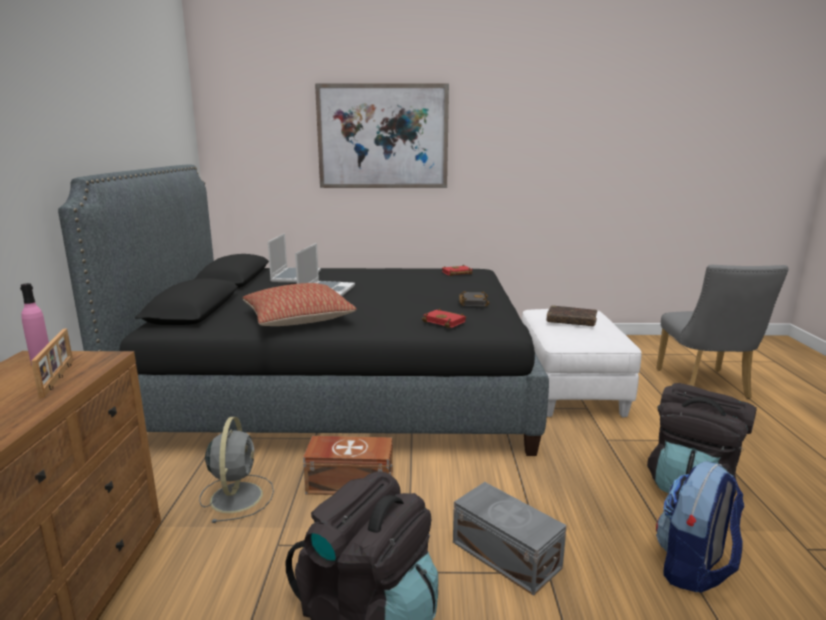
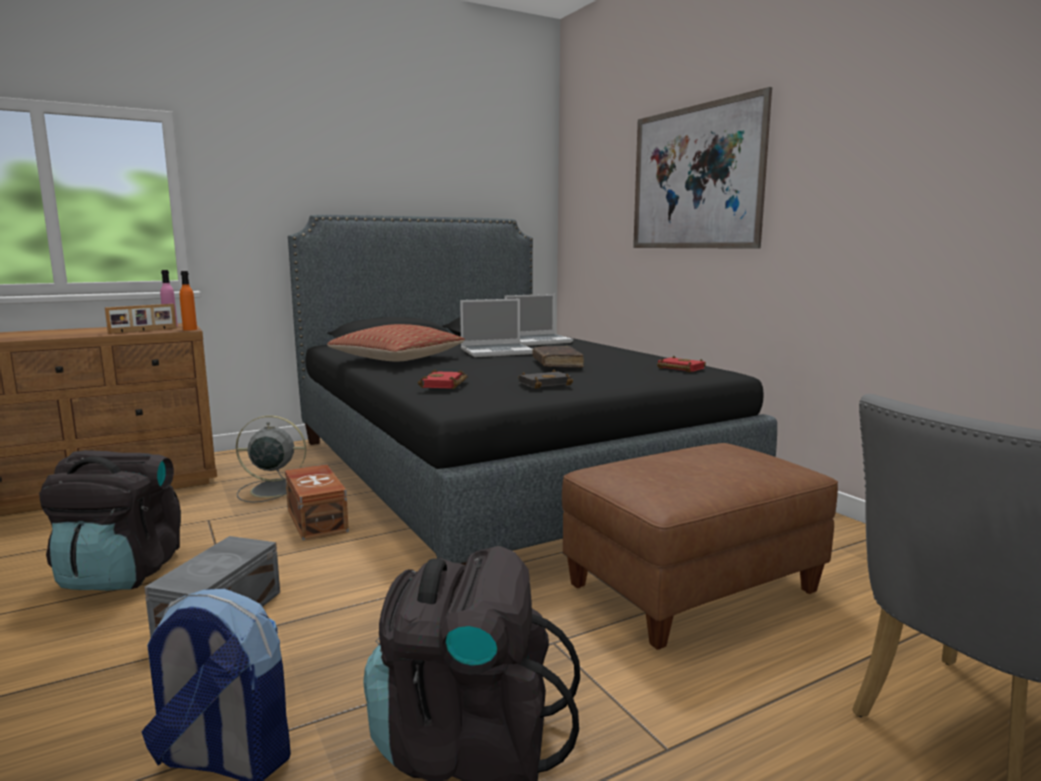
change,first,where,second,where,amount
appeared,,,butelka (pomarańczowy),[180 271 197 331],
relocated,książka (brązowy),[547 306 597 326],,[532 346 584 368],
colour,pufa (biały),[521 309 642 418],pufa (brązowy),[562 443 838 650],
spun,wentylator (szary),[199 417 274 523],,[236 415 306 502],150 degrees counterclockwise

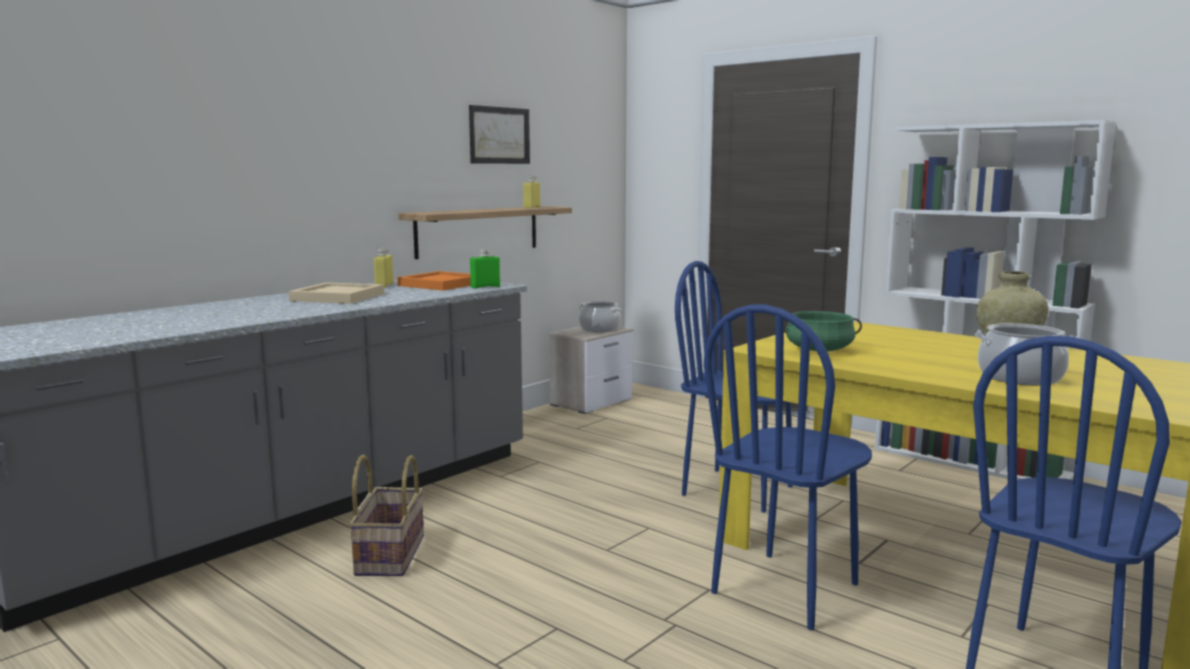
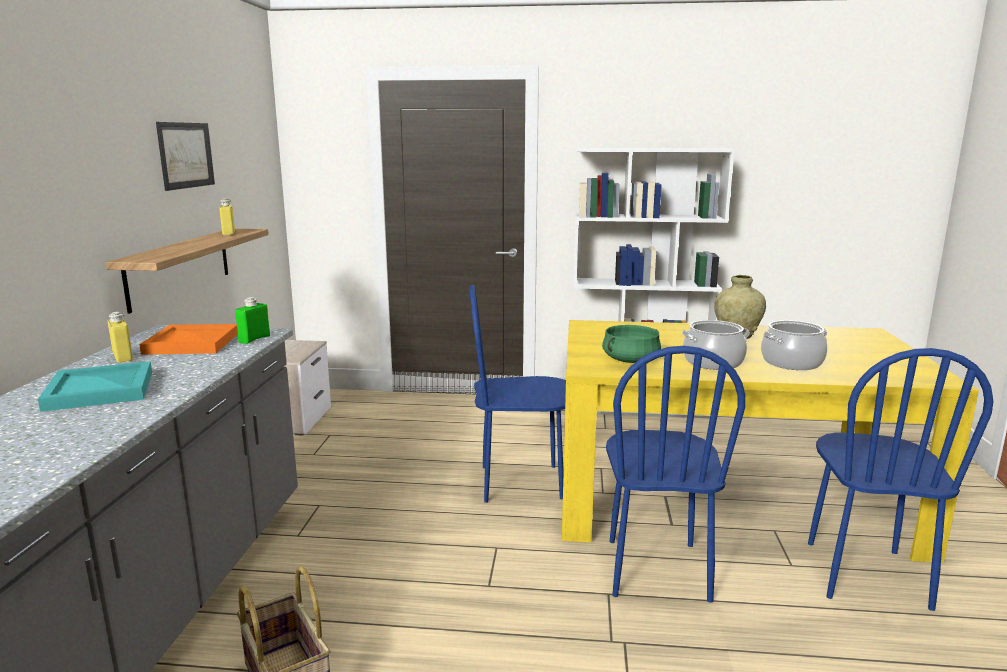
change,first,where,second,where,amount
relocated,garnek,[579 301 621 332],,[682 320 750 370],
colour,taca (beżowy),[288 282 384 304],taca (turkusowy),[38 361 152 412],

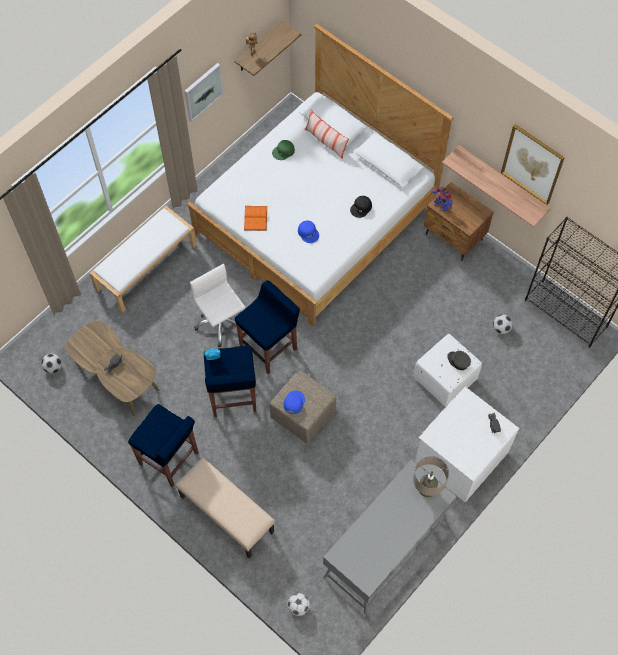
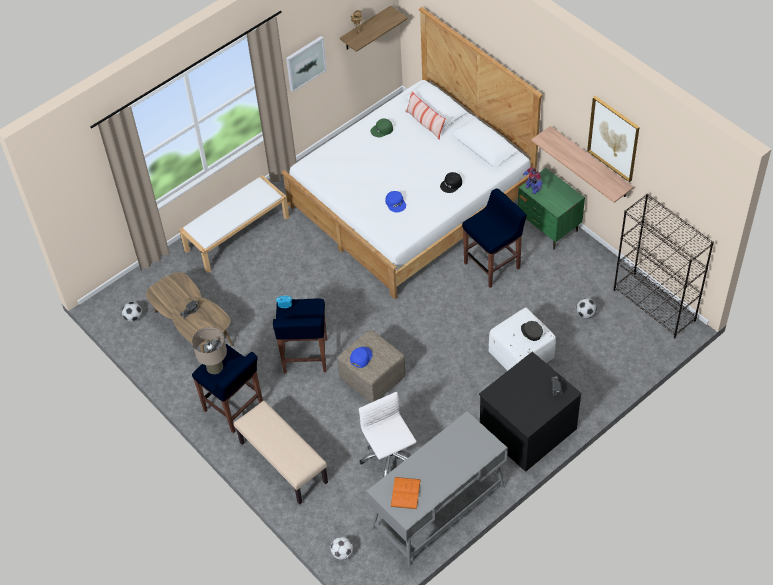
change,first,where,second,where,amount
relocated,krzesło biurowe (biały),[190 264 245 347],,[359 392 416 477],
relocated,stołek (niebieski),[235 280 300 374],,[462 188 527 288],
relocated,książka (pomarańczowy),[244 206 267 231],,[391 477 421 509],
relocated,lampa stołowa (beżowy),[413 456 449 497],,[192 327 227 374],
colour,komoda (biały),[415 387 519 502],komoda (czarny),[479 352 582 472],
colour,szafka nocna (brązowy),[424 182 493 261],szafka nocna (zielony),[518 168 585 249],

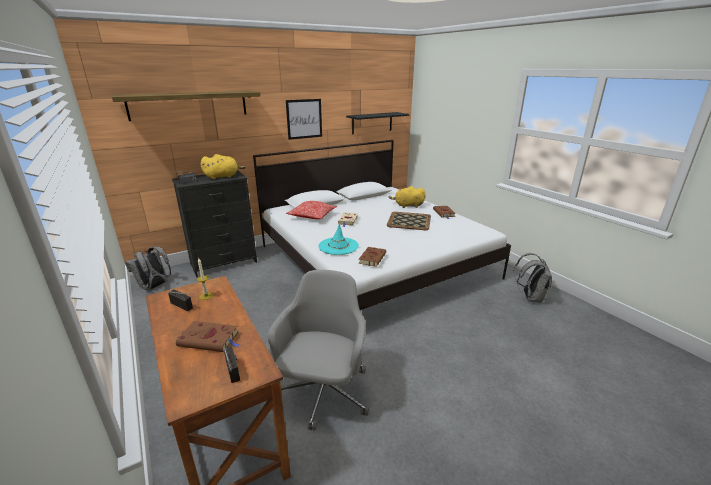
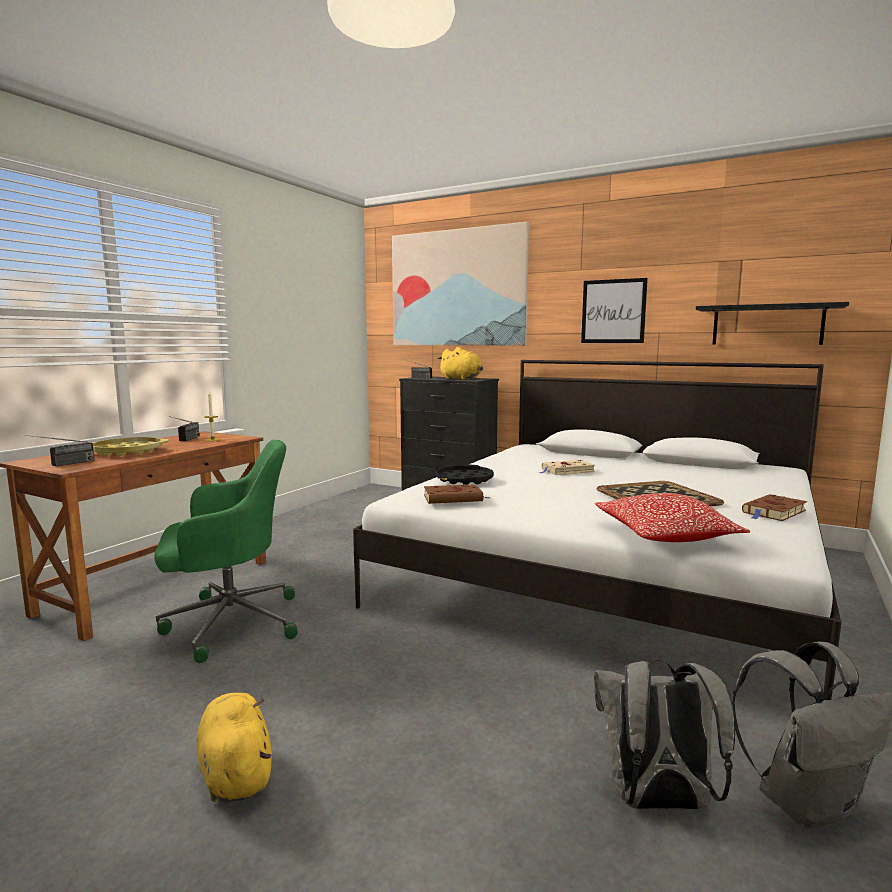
change,first,where,second,where,amount
relocated,plecak (szary),[125 247 171 291],,[594 660 735 810],
relocated,poduszka,[286 201 337 219],,[595 493 750 542],
relocated,pluszak (żółty),[389 186 426 208],,[197 693 272 803],
exchanged,półka,[111 91 261 121],obraz,[392 222 529 346],
exchanged,książka (brązowy),[176 321 240 352],taca (żółty),[92 437 169 456],
exchanged,kapelusz (turkusowy),[318 223 359 255],taca (czarny),[436 465 494 485],
colour,krzesło biurowe (szary),[268 270 369 431],krzesło biurowe (zielony),[154 440 298 663],

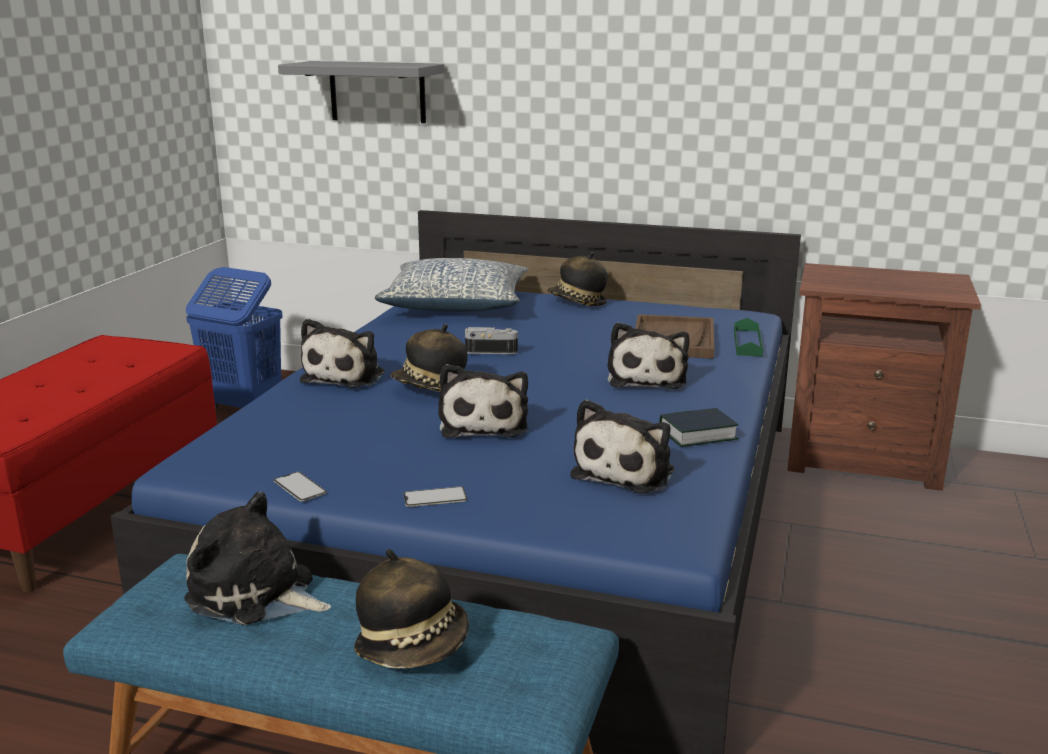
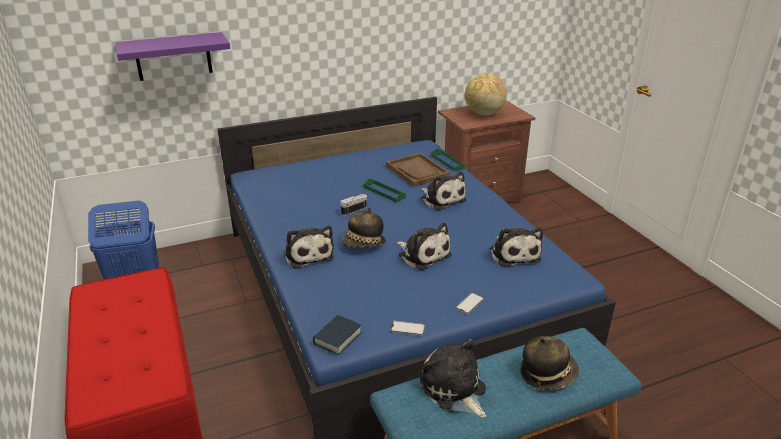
change,first,where,second,where,amount
missing,poduszka,[375 258 528 312],,,
missing,kapelusz,[547 252 608 306],,,
appeared,,,taca (zielony),[364 179 406 203],
appeared,,,globus,[465 73 507 116],
relocated,książka,[659 408 738 447],,[313 315 362 355],
colour,półka (szary),[278 61 445 123],półka (fioletowy),[115 32 230 81],
spun,pluszak,[184 492 331 625],,[420 338 486 418],75 degrees clockwise

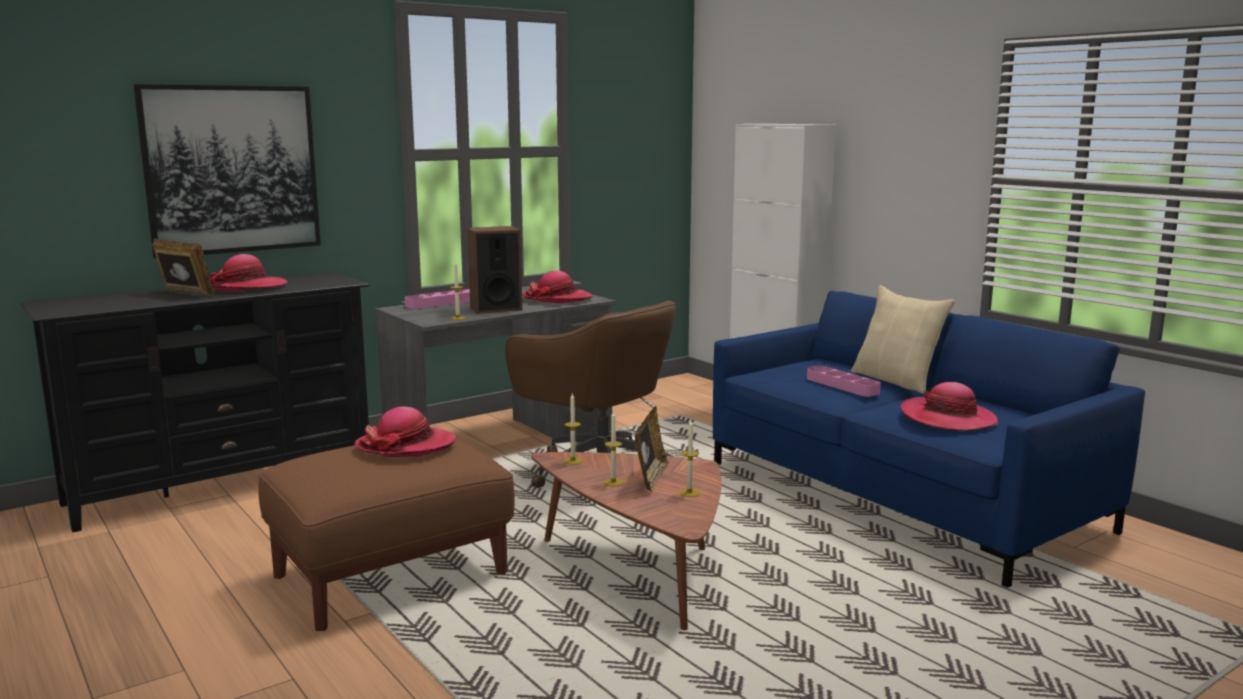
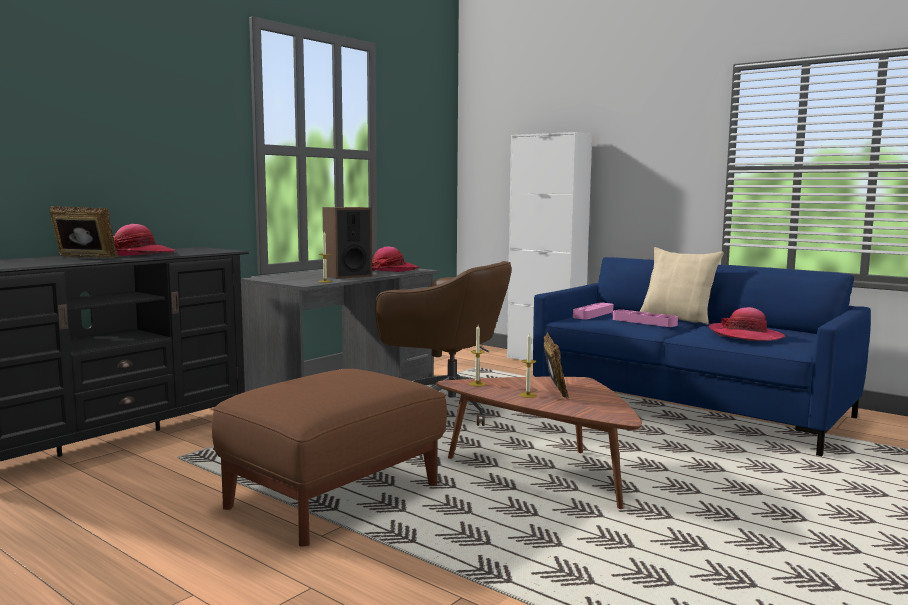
change,first,where,second,where,amount
missing,obraz,[134 84 321 259],,,
missing,kapelusz,[355 406 457 457],,,
missing,świeca,[679 420 700 497],,,
relocated,taca (różowy),[405 289 470 309],,[573 303 613 319],

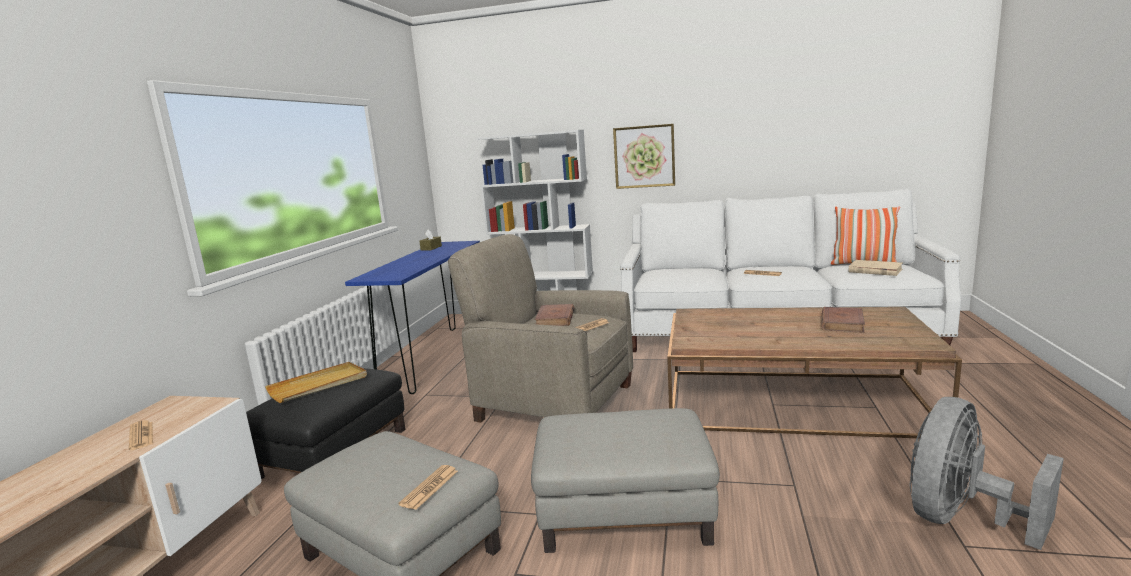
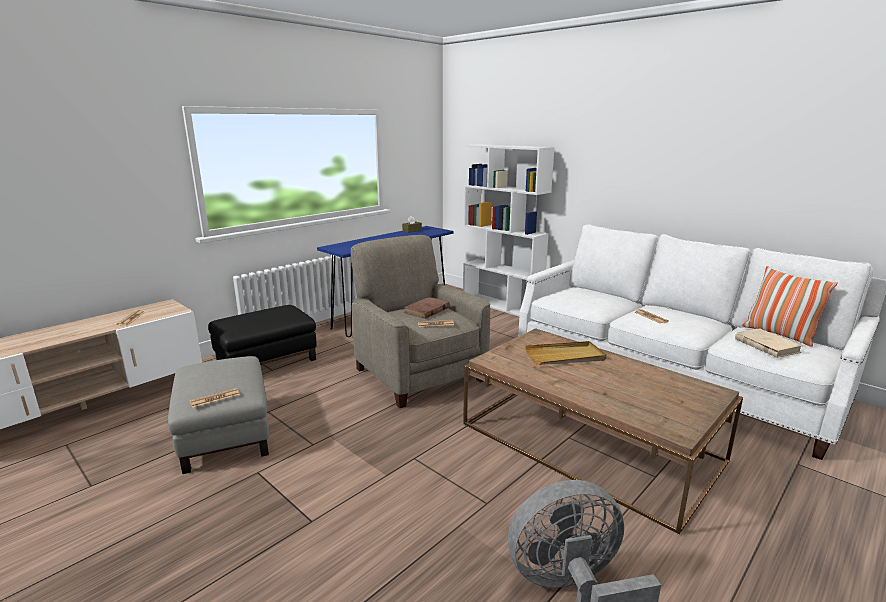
change,first,where,second,where,amount
missing,pufa (szary),[531 408 720 553],,,
missing,obraz,[613 124 675 189],,,
missing,książka (brązowy),[821 307 865 333],,,
relocated,taca (beżowy),[265 362 367 403],,[525 341 607 365],

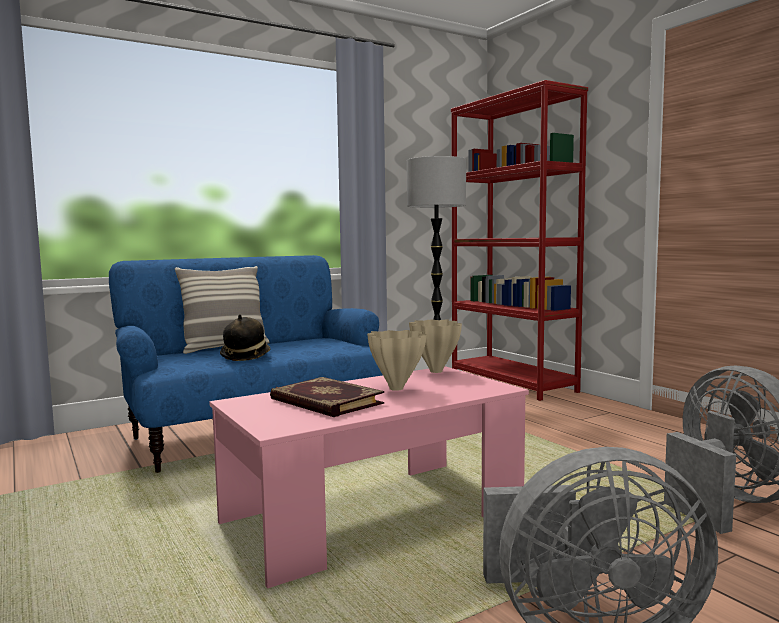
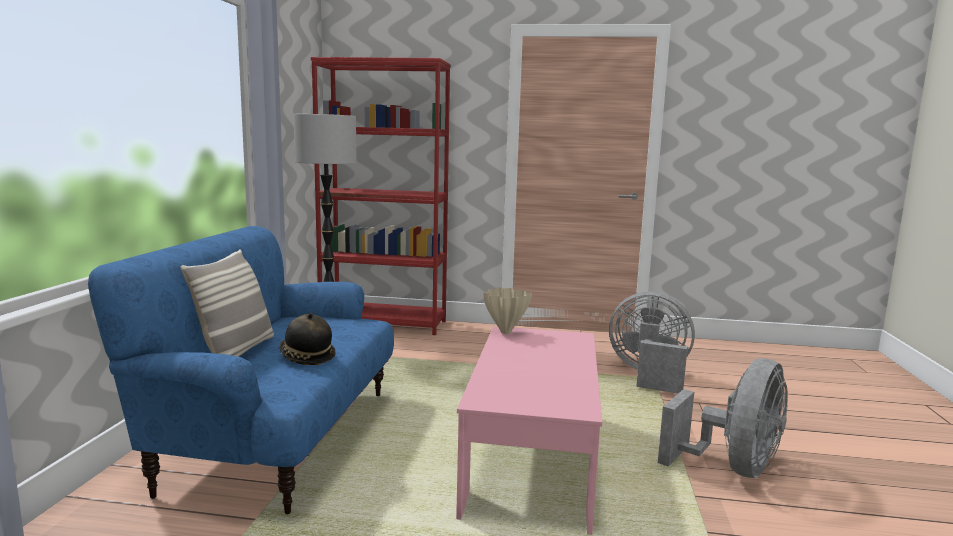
change,first,where,second,where,amount
missing,książka,[270 377 384 417],,,
missing,wazon (beżowy),[367 330 427 391],,,

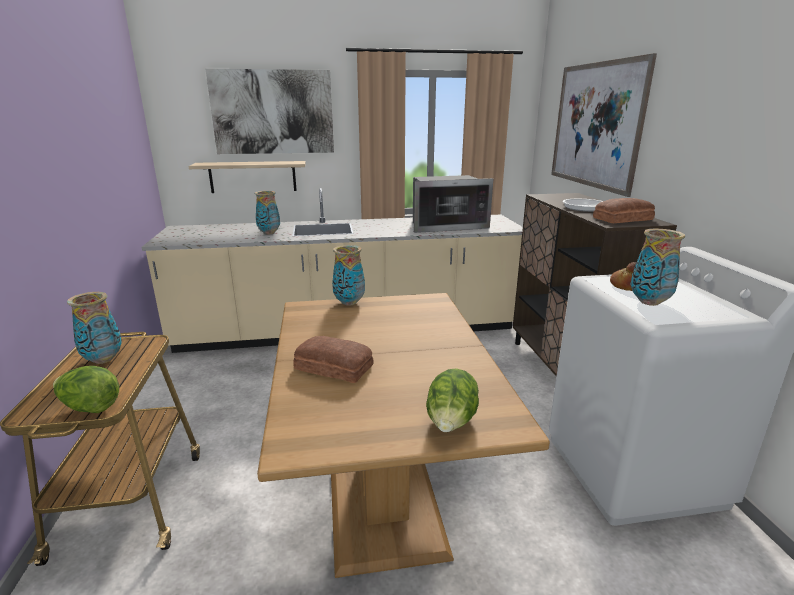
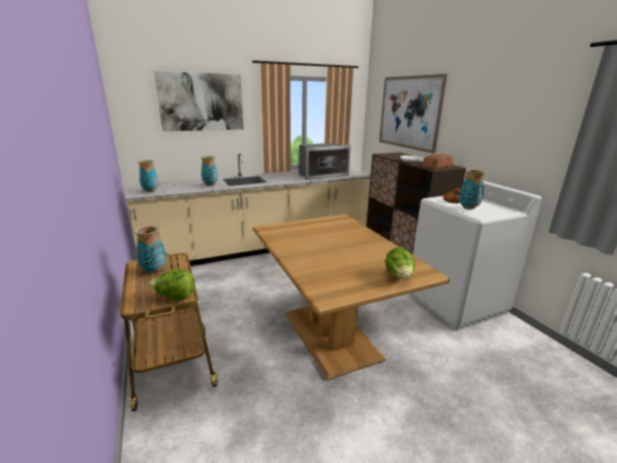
change,first,where,second,where,amount
missing,półka,[188 161 306 193],,,
missing,chleb,[293 336 373 383],,,
relocated,wazon,[332 245 365 306],,[138 160 159 192],

